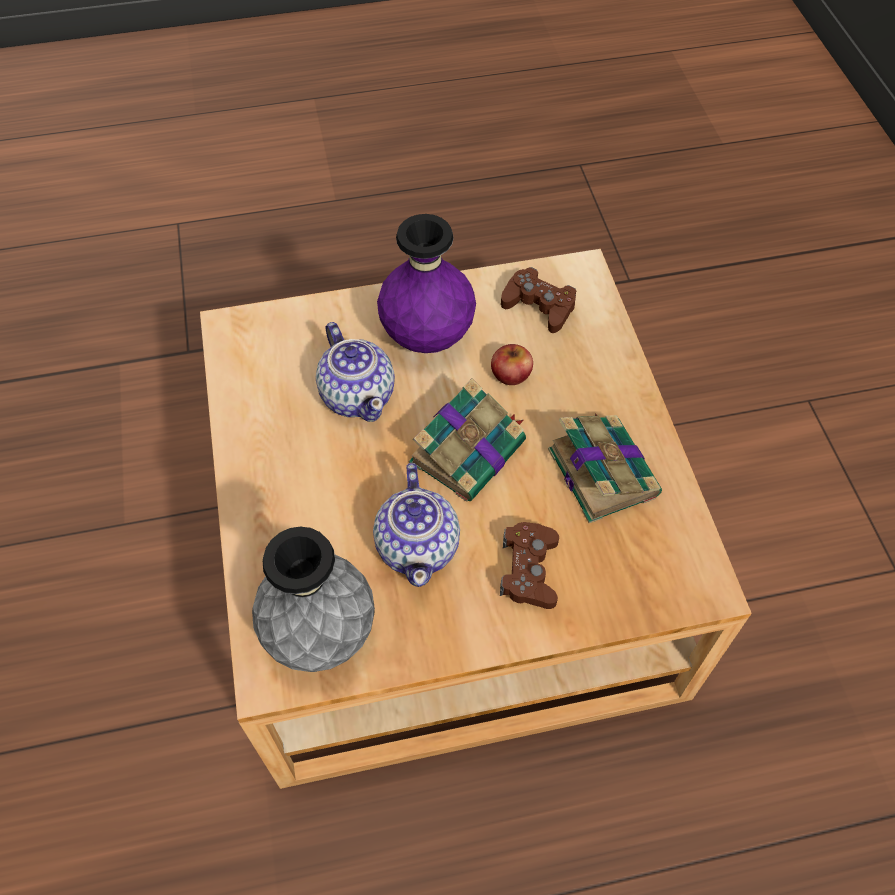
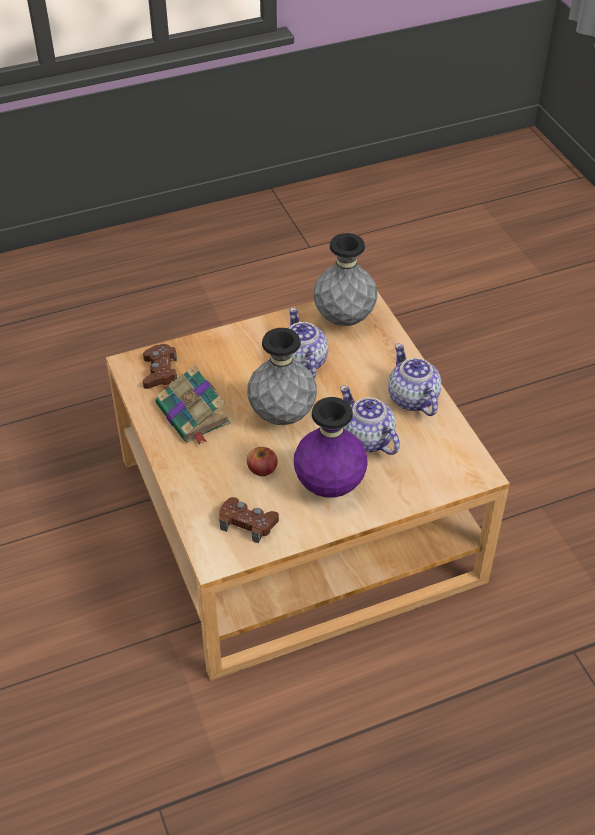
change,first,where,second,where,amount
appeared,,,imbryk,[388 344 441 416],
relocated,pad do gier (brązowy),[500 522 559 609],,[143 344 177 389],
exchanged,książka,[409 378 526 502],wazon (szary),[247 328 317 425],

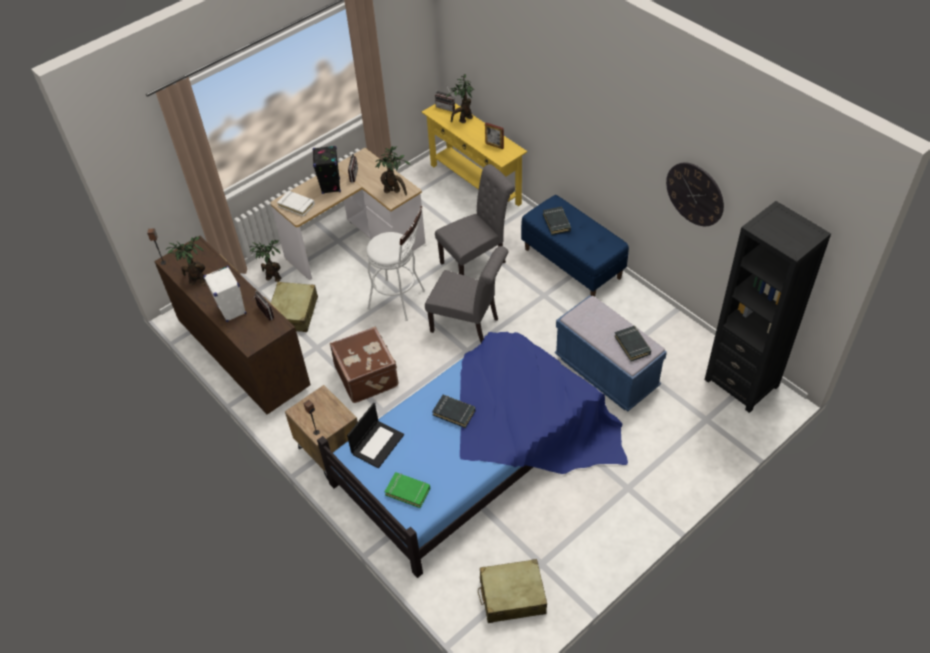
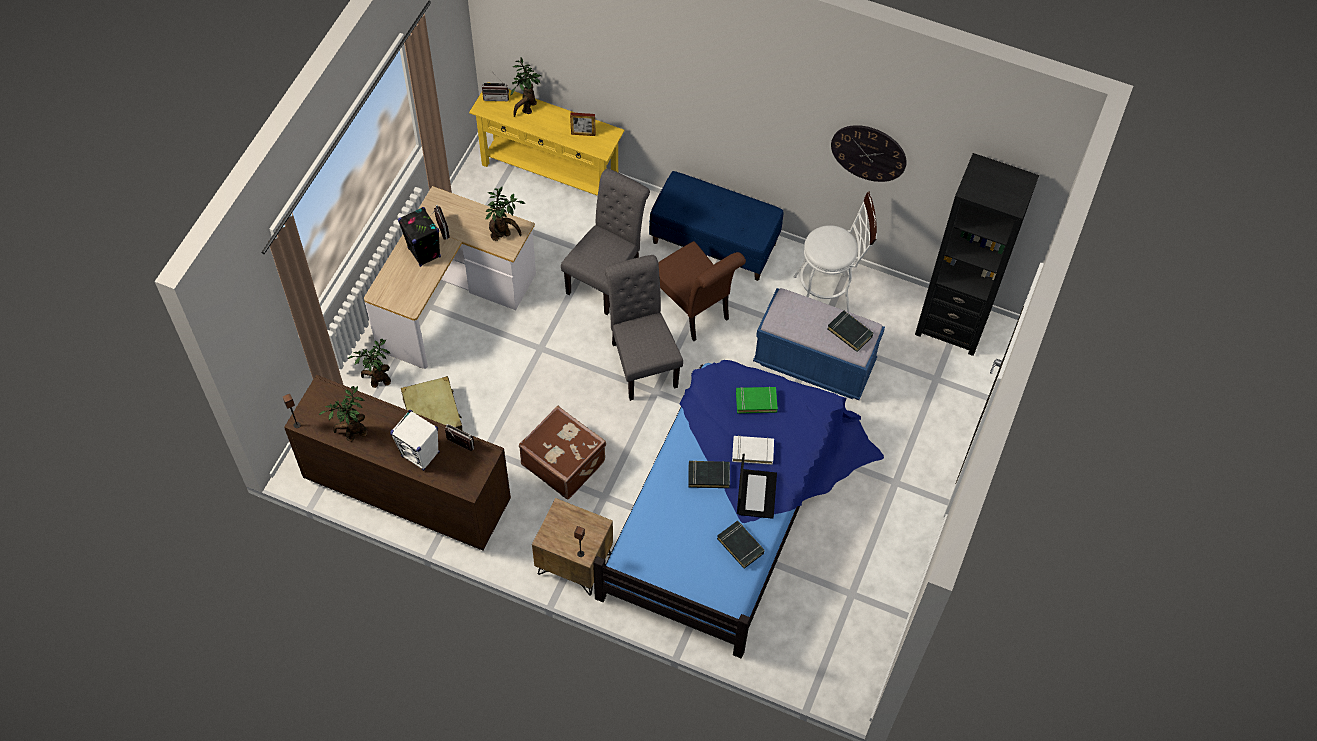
change,first,where,second,where,amount
missing,walizka (beżowy),[478 559 547 623],,,
appeared,,,krzesło (brązowy),[658 241 746 341],
relocated,książka (biały),[277 191 315 216],,[732 435 774 465],
relocated,laptop,[347 403 404 468],,[737 454 777 519],
relocated,stołek (biały),[366 206 425 321],,[794 192 877 312],
relocated,książka (zielony),[385 472 430 508],,[736 386 778 413],
relocated,książka (czarny),[543 207 571 235],,[717 521 764 569],
spun,krzesło (szary),[425 246 508 343],,[605 255 683 401],105 degrees counterclockwise

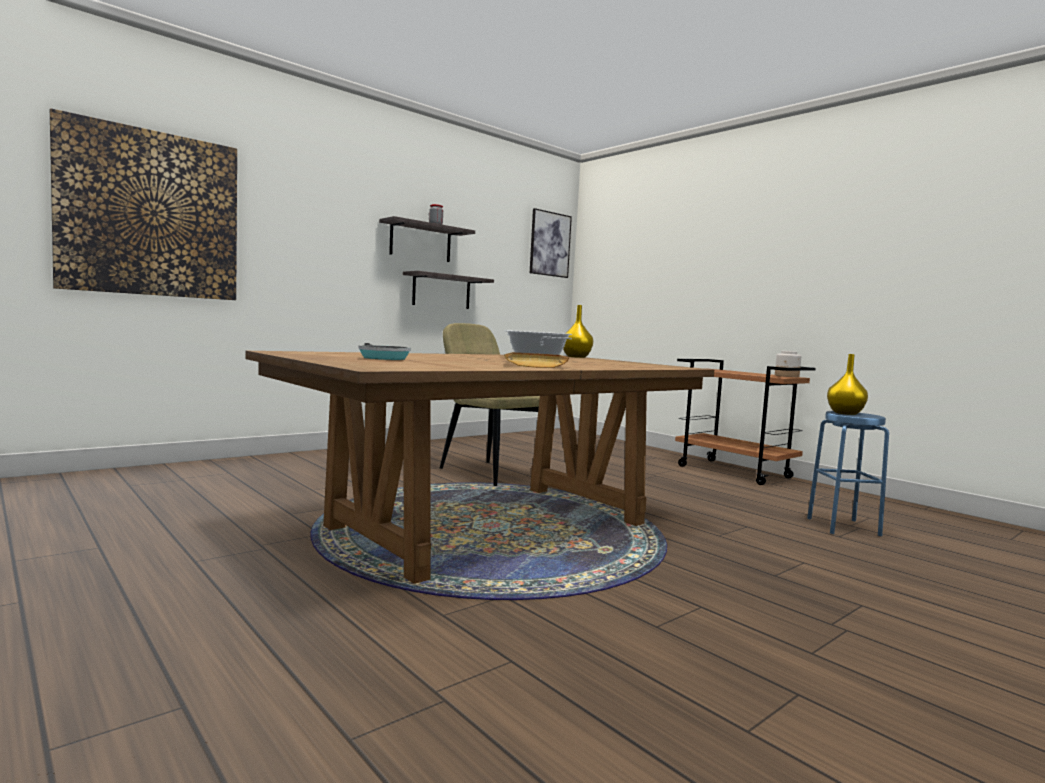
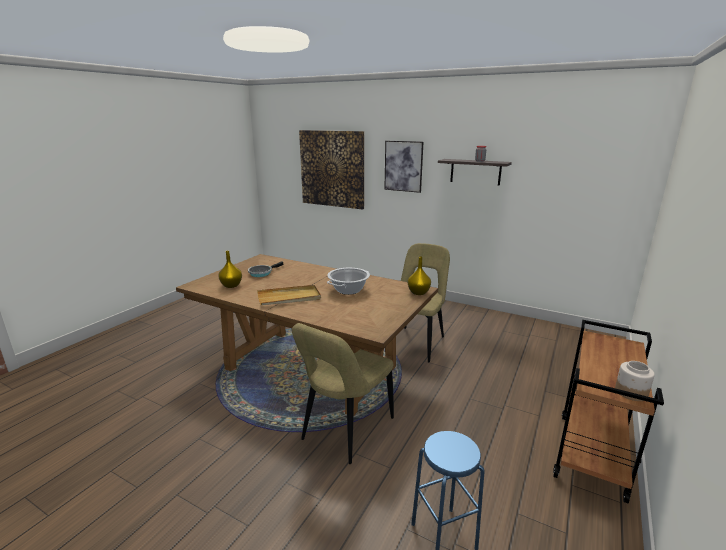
change,first,where,second,where,amount
missing,półka,[403 271 494 309],,,
appeared,,,krzesło (beżowy),[292 323 394 464],
relocated,obraz,[530 208 572 278],,[384 141 423 193],
relocated,wazon (żółty),[827 354 868 415],,[219 251 242 288],

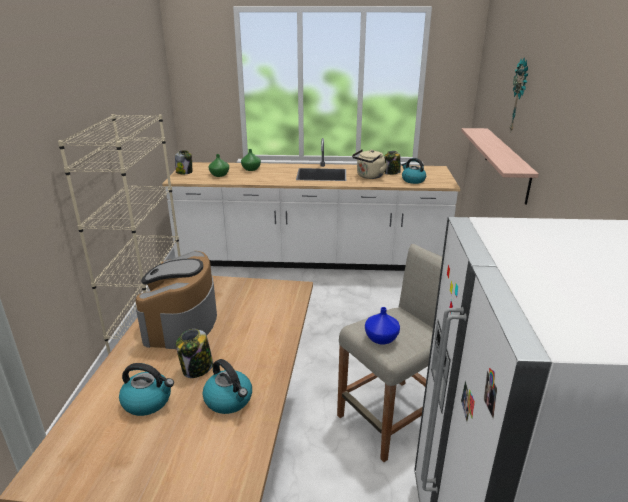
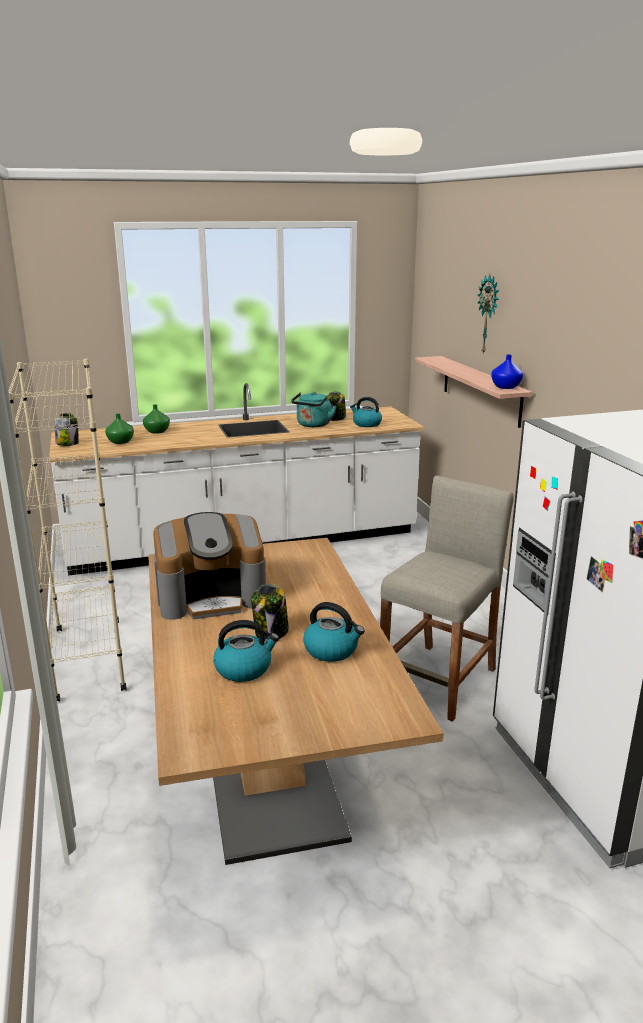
change,first,where,second,where,amount
relocated,wazon (niebieski),[365 307 400 345],,[491 355 523 389],
colour,czajnik (beżowy),[352 149 387 179],czajnik (turkusowy),[291 392 337 427],
spun,ekspres do kawy,[136 251 217 349],,[153 512 266 620],90 degrees counterclockwise

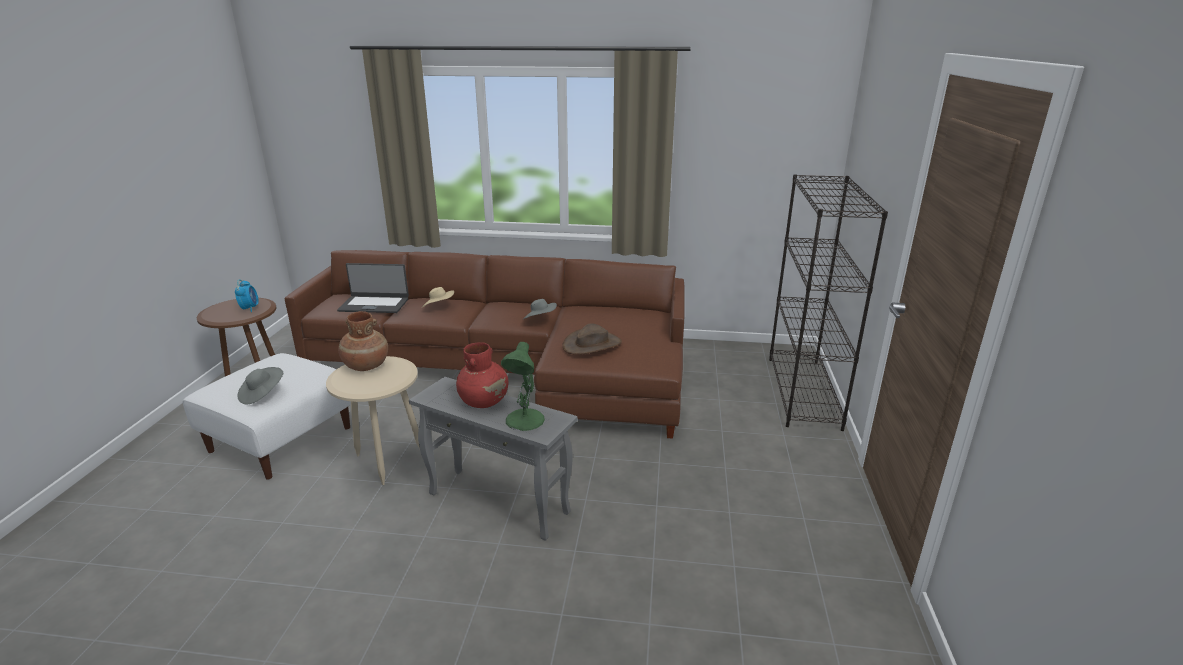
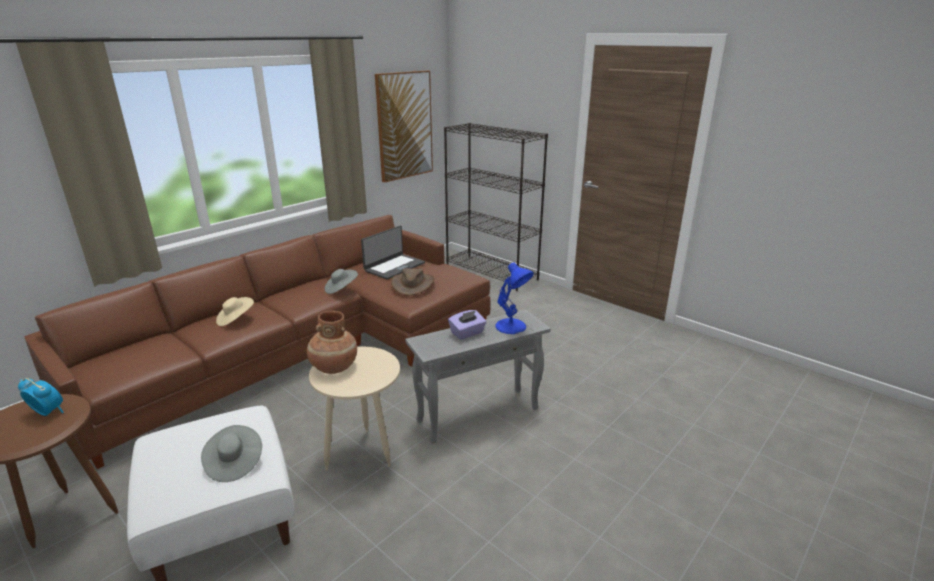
change,first,where,second,where,amount
appeared,,,obraz,[375 70 433 183],
relocated,laptop,[337 263 409 313],,[361 226 425 279],
exchanged,wazon (czerwony),[456 342 508 408],pudełko chusteczek (fioletowy),[448 310 486 340],
colour,lampa stołowa (zielony),[501 342 545 431],lampa stołowa (niebieski),[495 262 534 334],

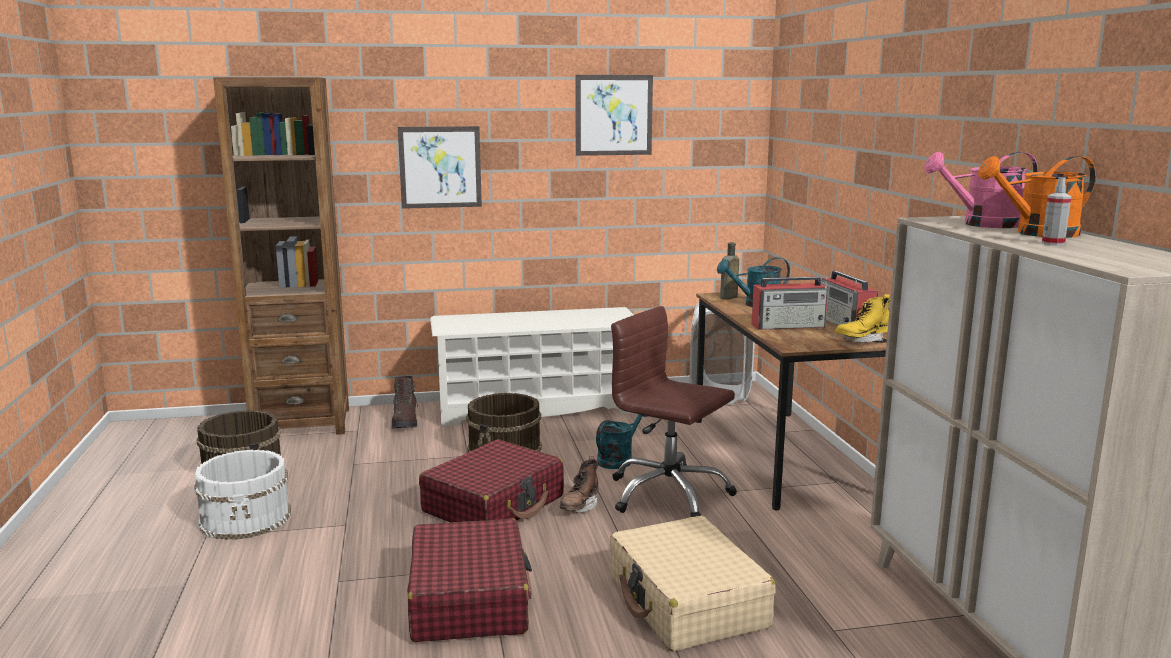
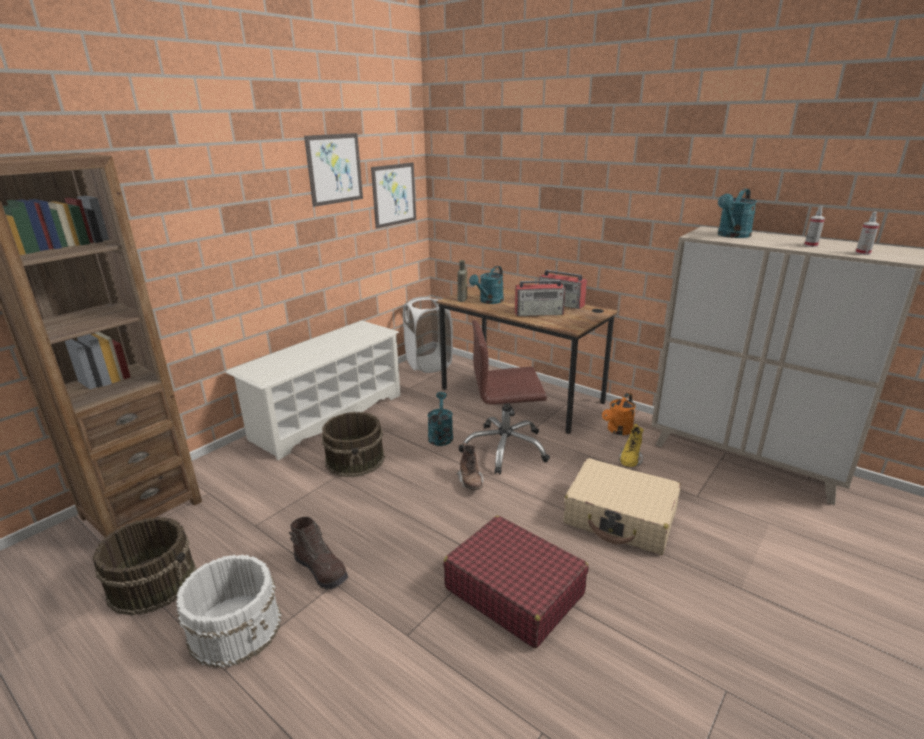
change,first,where,second,where,amount
missing,walizka (czerwony),[419 439 564 523],,,
appeared,,,spryskiwacz,[855 212 879 255],
relocated,but z cholewką (brązowy),[391 376 419 429],,[289 517 348 590],
relocated,obraz,[398 126 482 209],,[371 163 416 229],
relocated,but z cholewką (żółty),[835 294 890 343],,[618 424 644 467],
relocated,konewka (pomarańczowy),[978 156 1096 238],,[602 393 636 435],
colour,konewka (różowy),[924 152 1038 228],konewka (turkusowy),[718 189 757 238],
spun,radio,[752 276 828 330],,[515 280 565 316],45 degrees clockwise

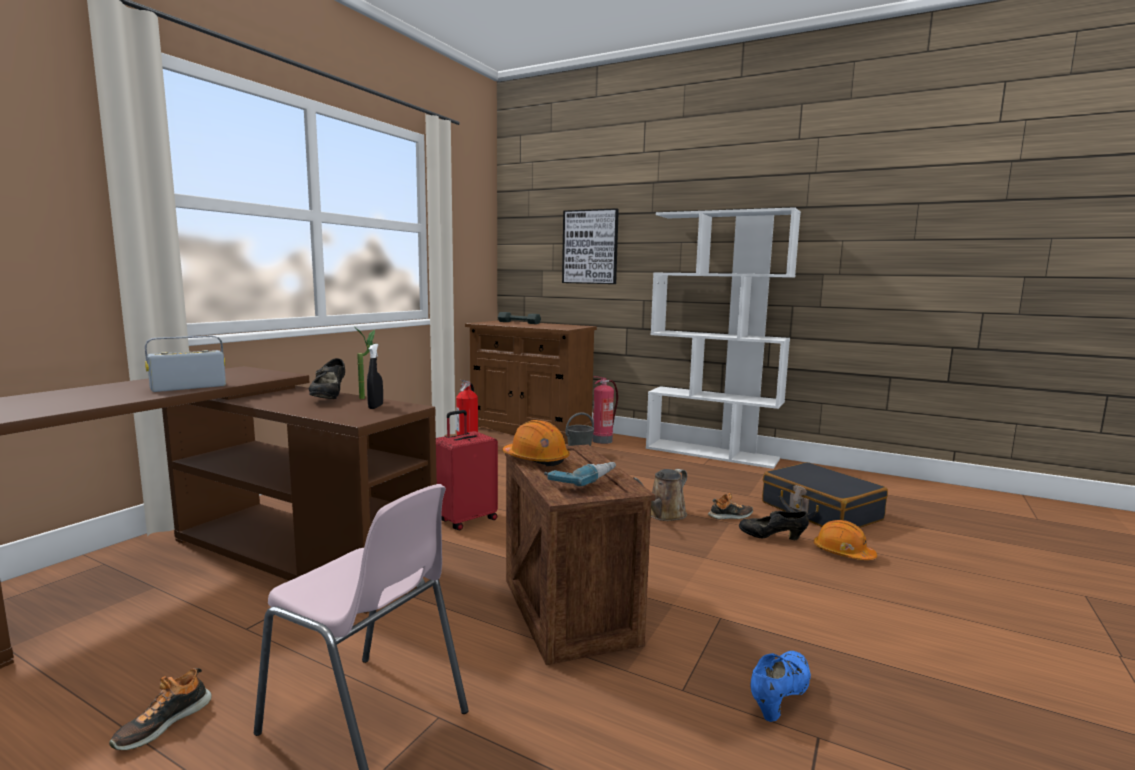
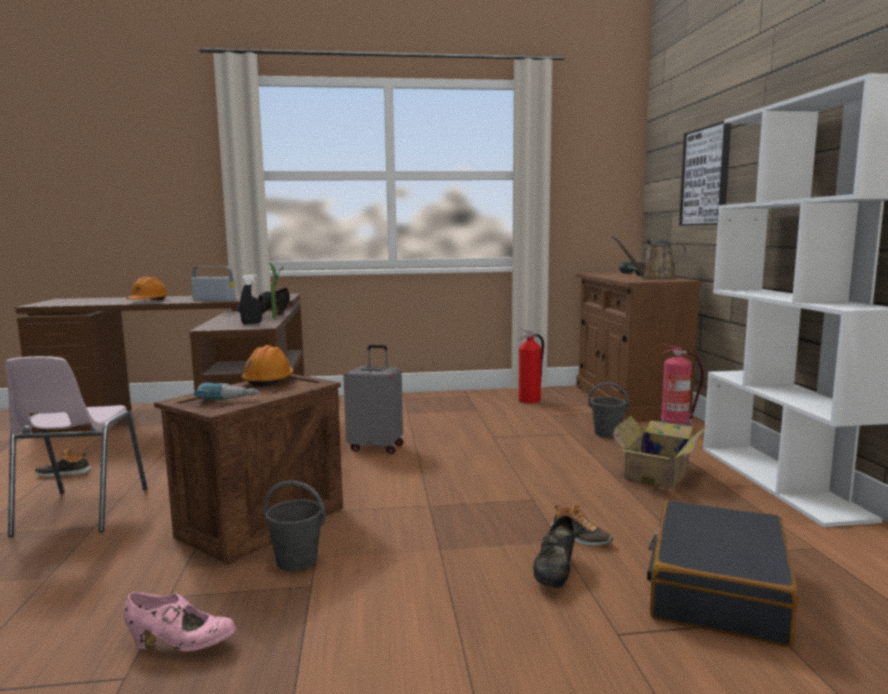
change,first,where,second,where,amount
appeared,,,wiadro (szary),[264 480 326 571],
appeared,,,karton,[613 415 706 488],
relocated,konewka (brązowy),[633 469 687 521],,[611 235 686 279],
relocated,kask (pomarańczowy),[814 520 877 560],,[126 276 169 300],
colour,walizka (czerwony),[436 410 498 531],walizka (szary),[343 345 403 454],
colour,but (niebieski),[751 651 811 722],but (różowy),[124 592 236 652],
spun,but (czarny),[739 511 809 540],,[533 515 575 588],135 degrees counterclockwise

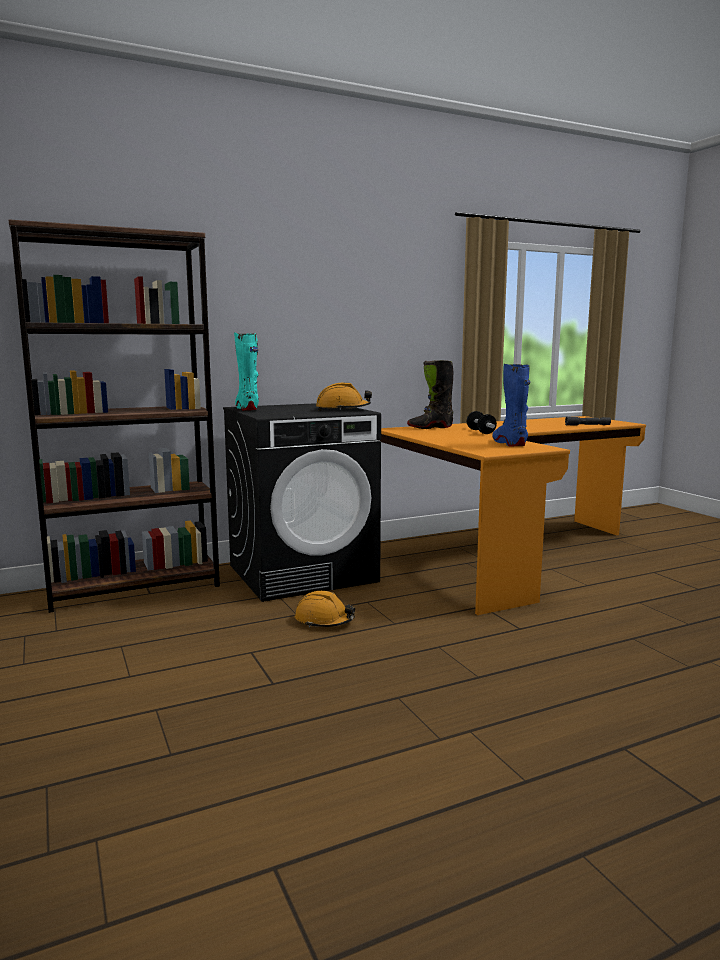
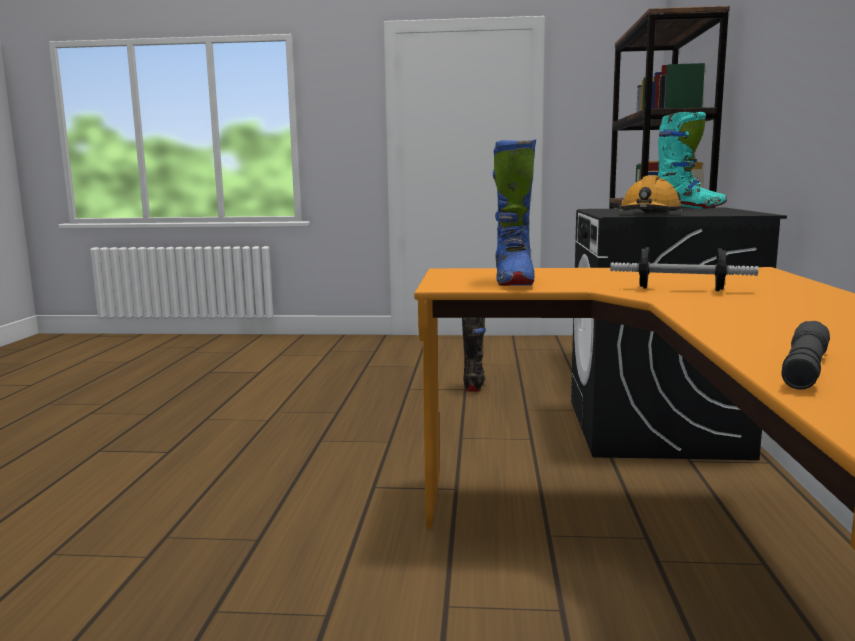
change,first,where,second,where,amount
missing,kask (pomarańczowy),[295 591 355 628],,,
relocated,but z cholewką (czarny),[407 360 453 429],,[462 318 486 392],
spun,but z cholewką (niebieski),[492 364 530 447],,[493 139 536 286],75 degrees clockwise

